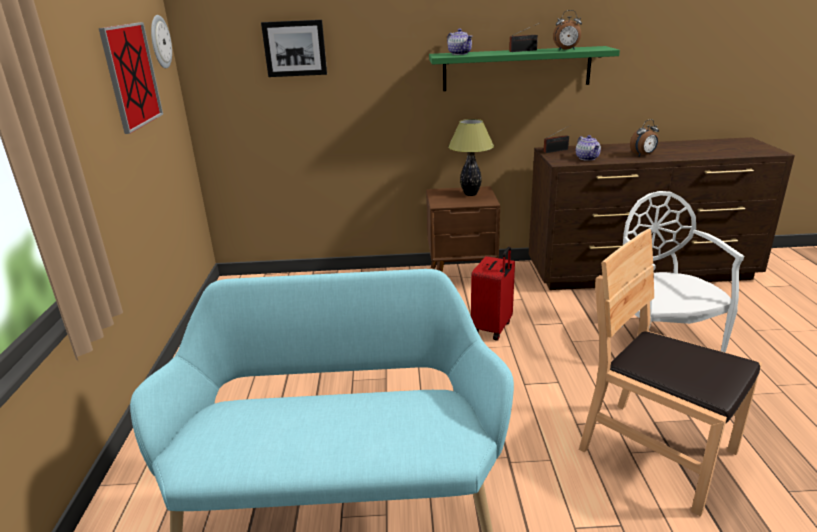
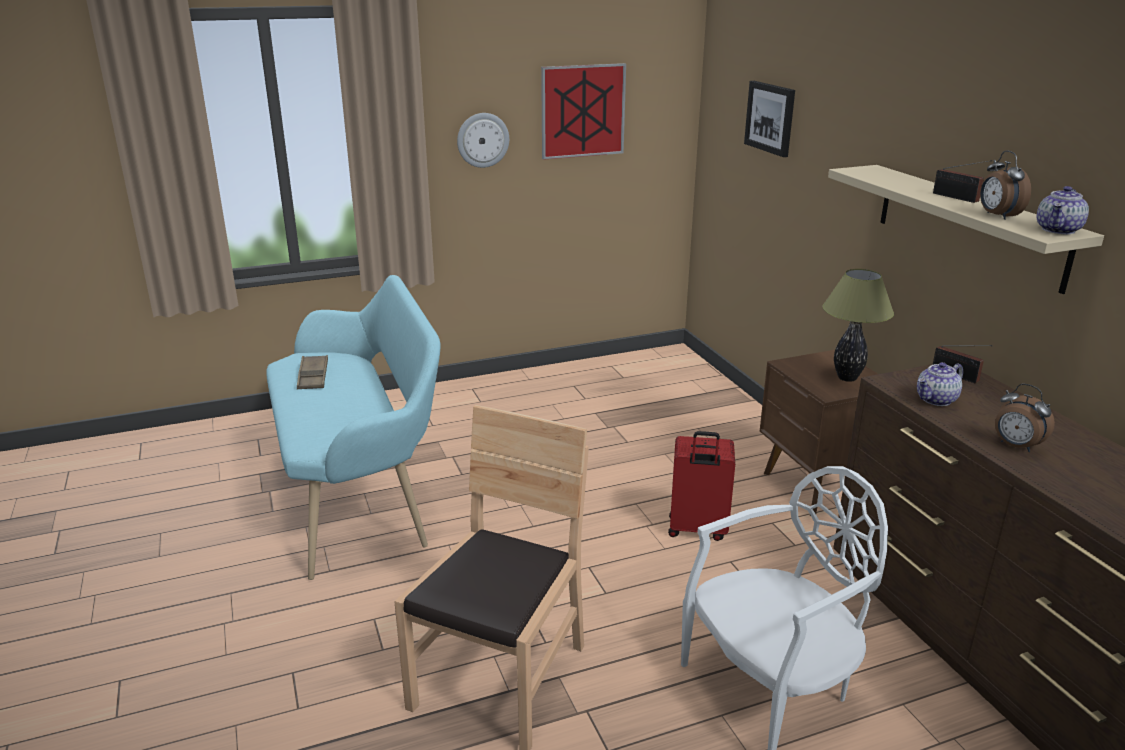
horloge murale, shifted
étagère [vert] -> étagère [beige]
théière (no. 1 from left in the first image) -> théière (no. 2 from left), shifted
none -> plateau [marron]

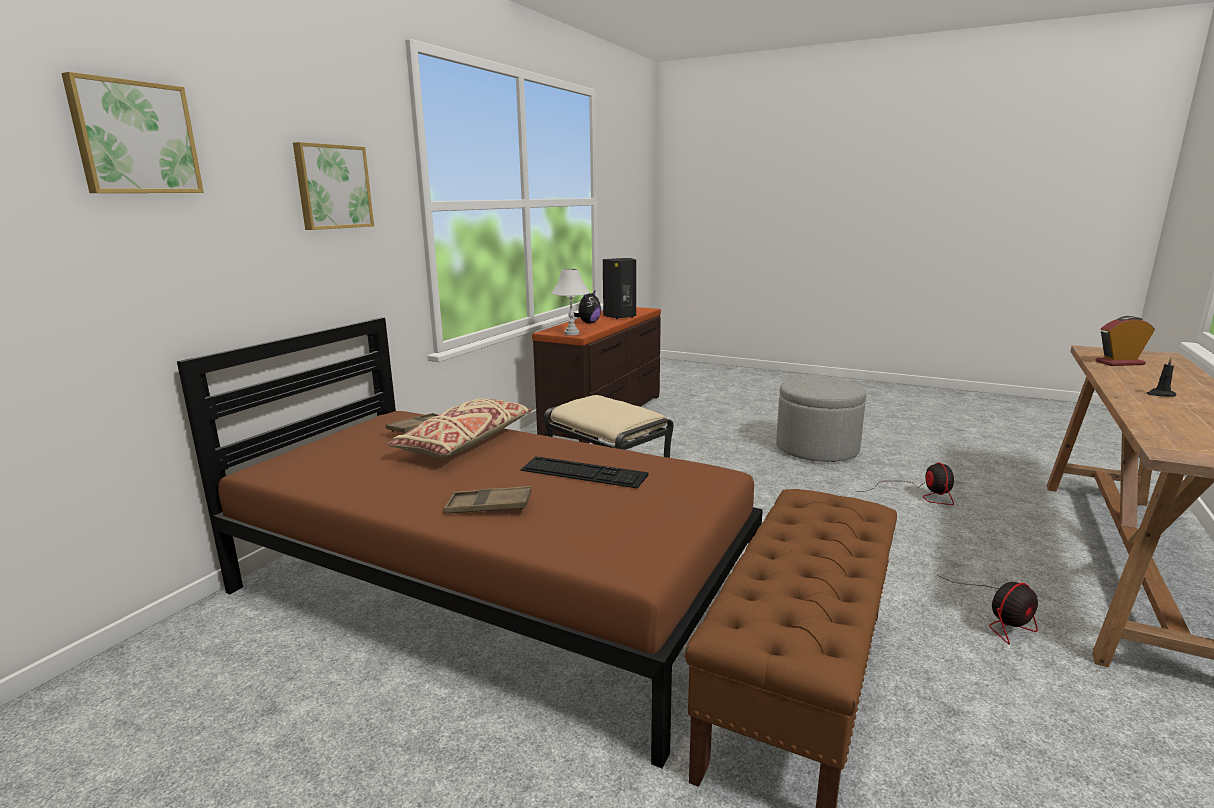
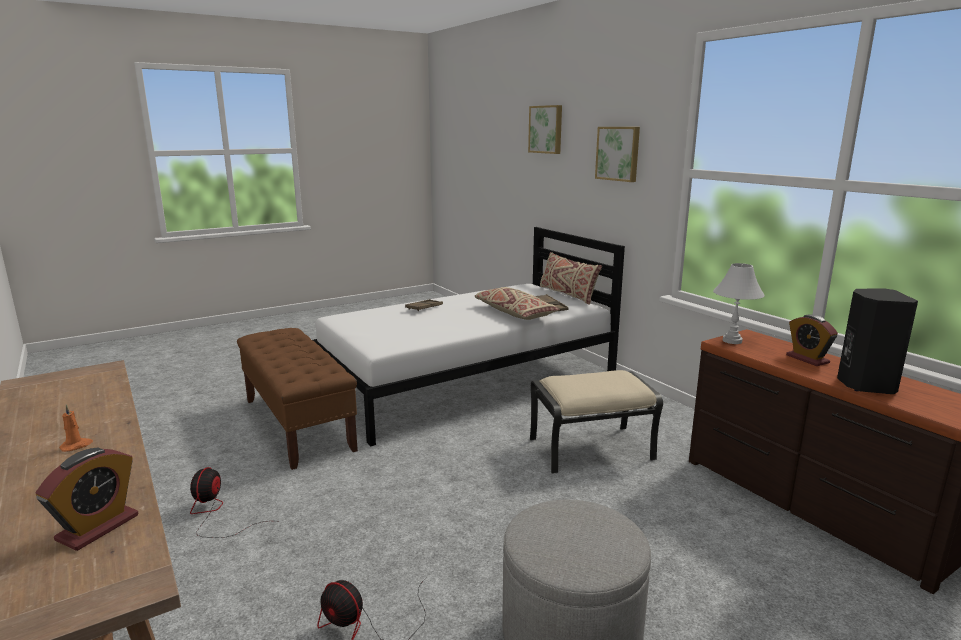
lit [marron] -> lit [blanc]
clavier -> none
peluche -> réveil (no. 2 from left)
bougie [noir] -> bougie [orange]
none -> coussin [beige] (no. 2 from left)

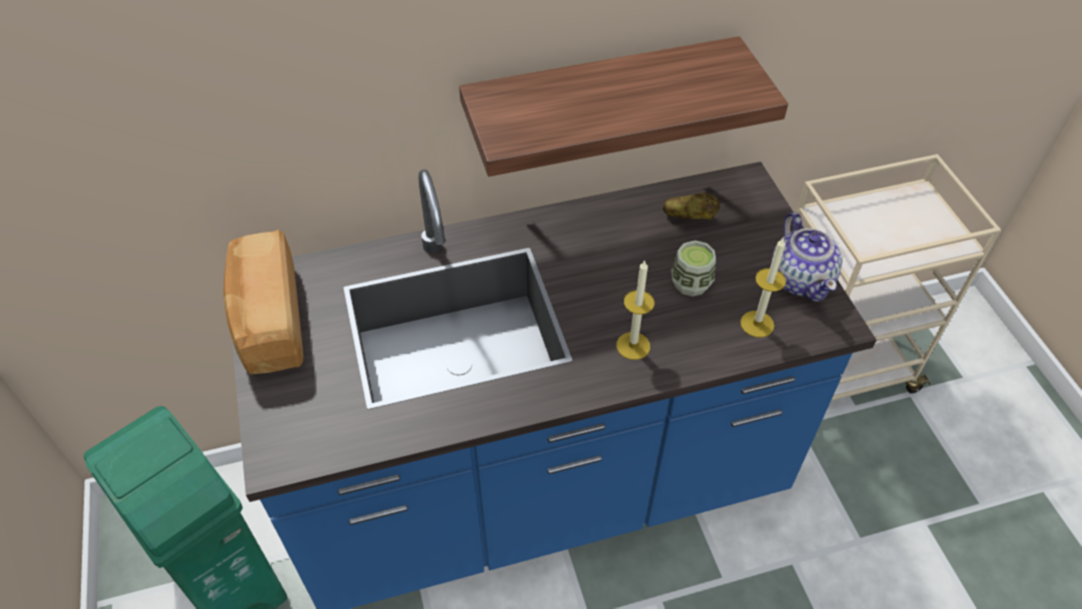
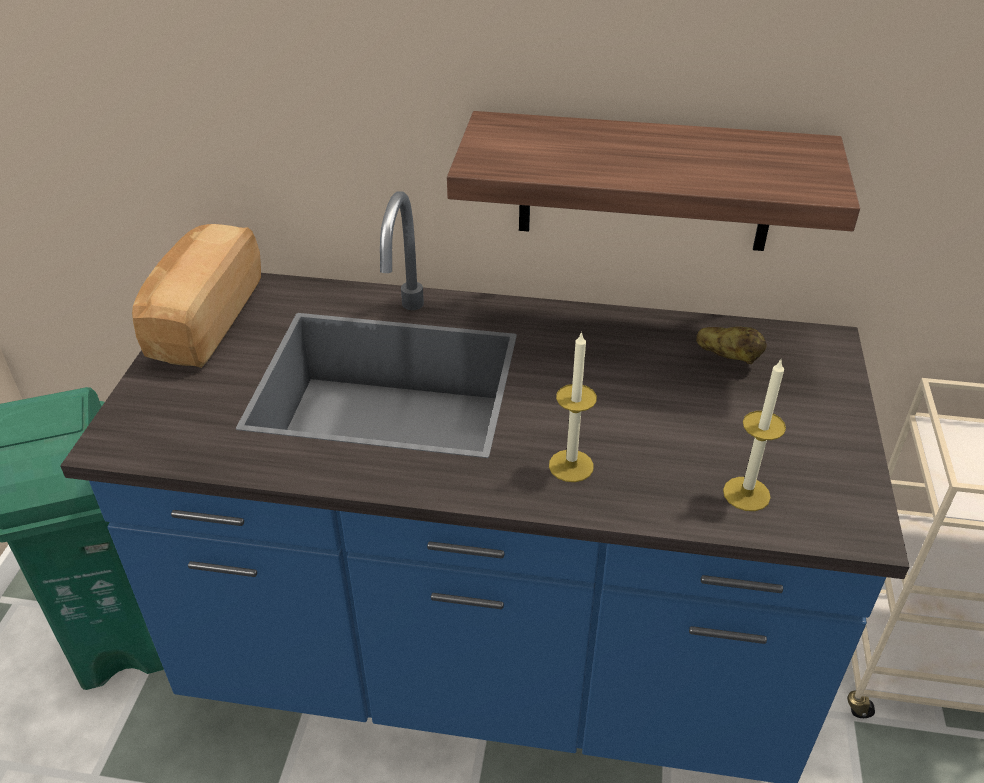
tasse -> none
théière -> none

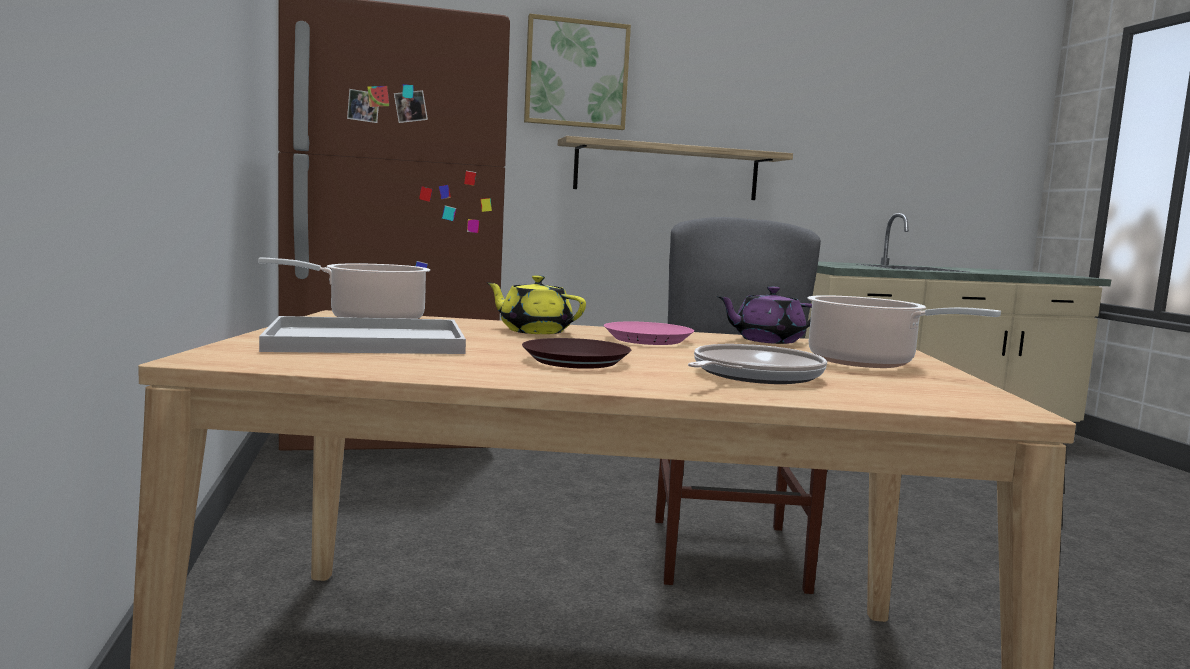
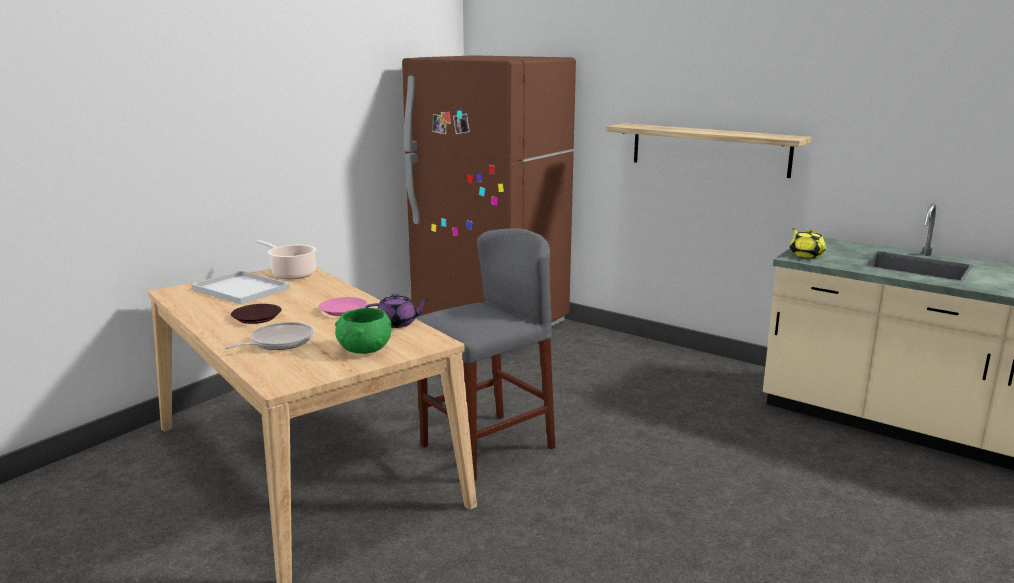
théière [jaune], shifted
tableau -> none
poêle, 45 degrees counterclockwise
théière [violet], 135 degrees clockwise
marmite (no. 2 from left) -> bol [vert]

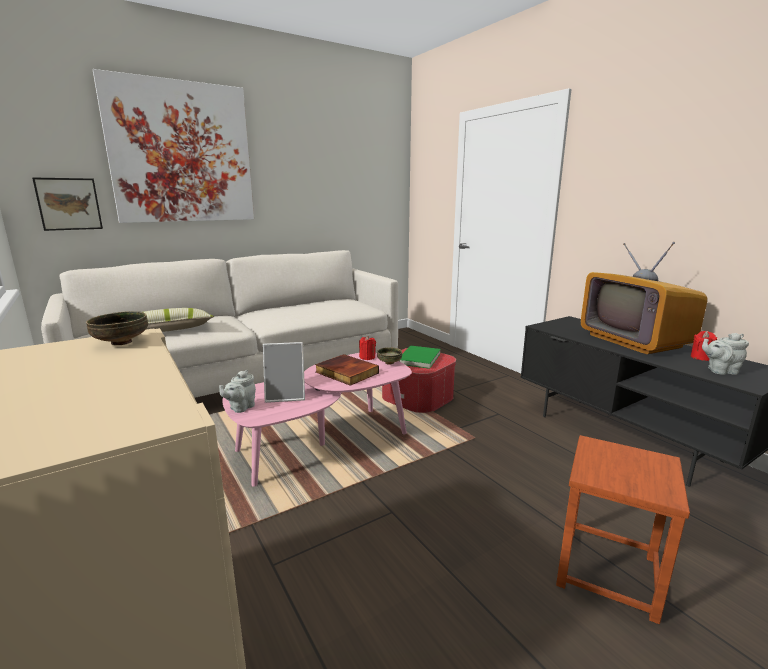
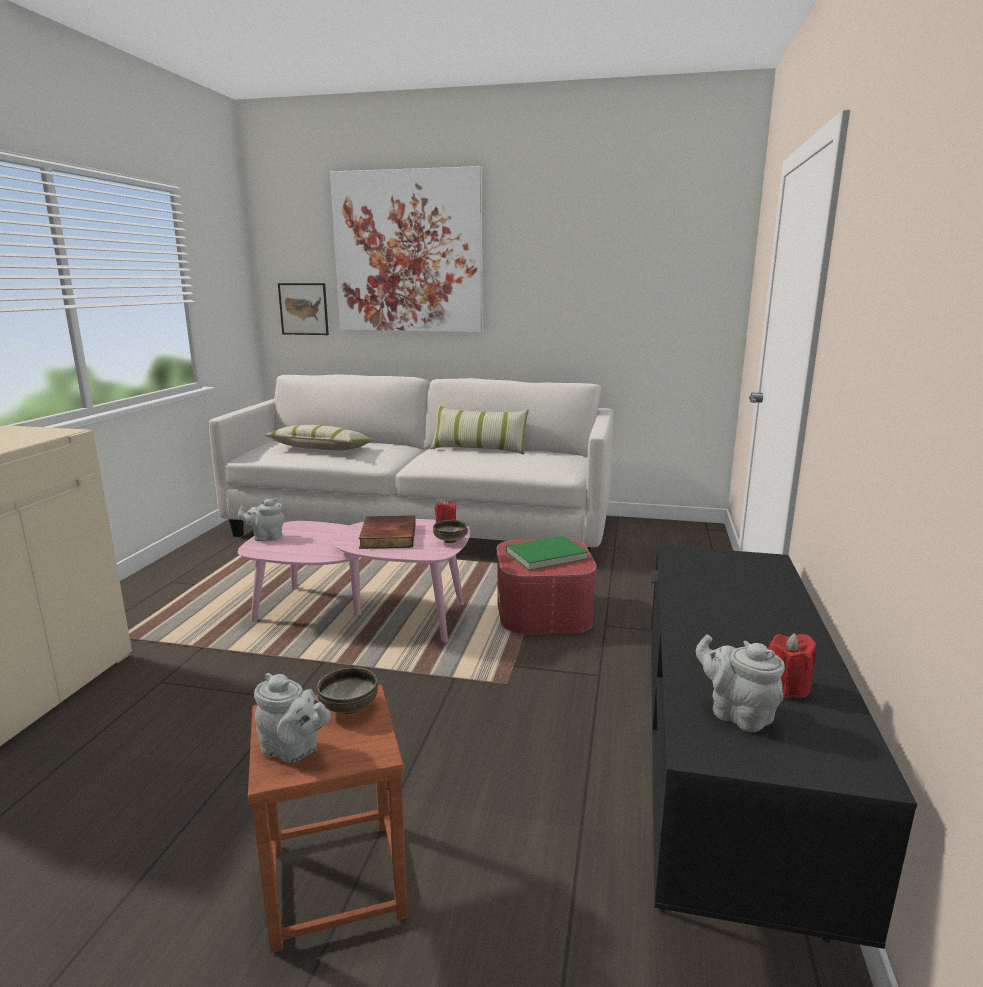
bol (no. 1 from left), shifted
cadre photo -> none
téléviseur -> none
none -> théière [gris] (no. 2 from left)
none -> coussin (no. 2 from left)

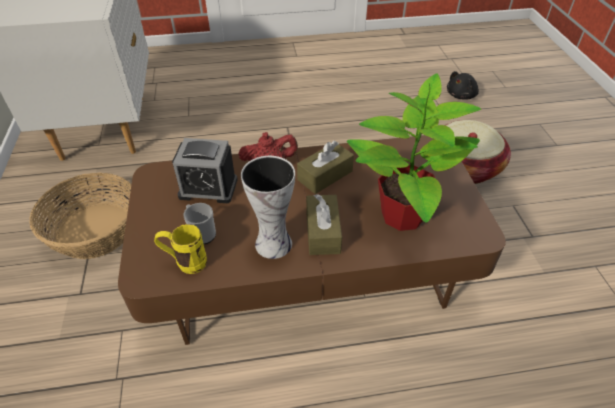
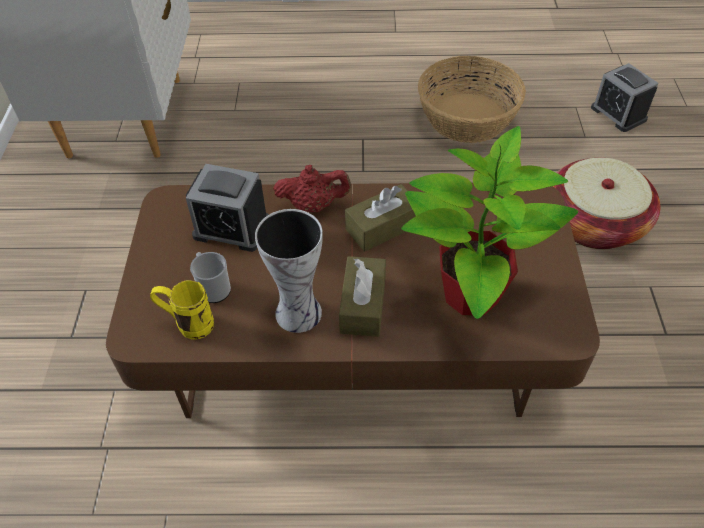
panier (no. 1 from left), shifted
peluche [noir] -> réveil (no. 2 from left)

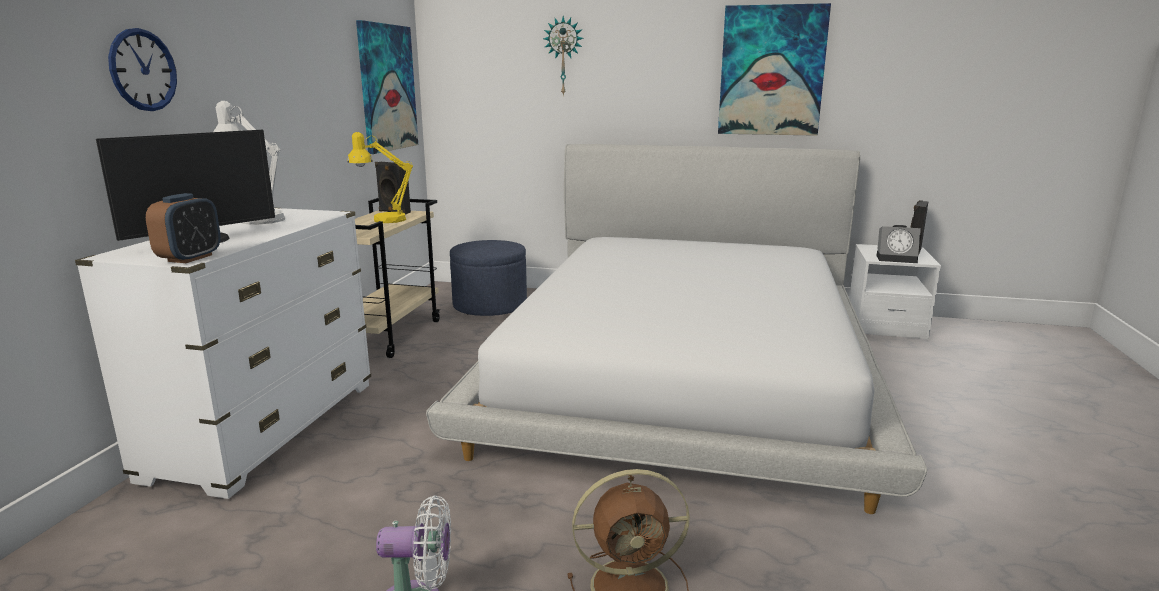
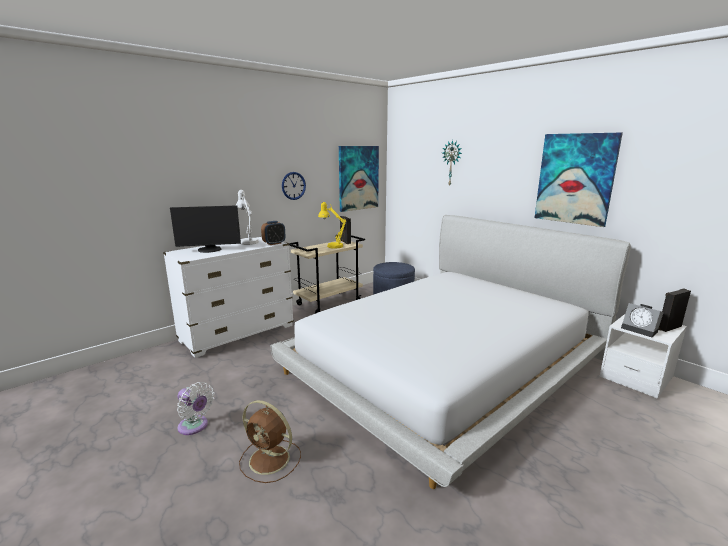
horloge murale (no. 1 from left), shifted
réveil (no. 1 from left), shifted

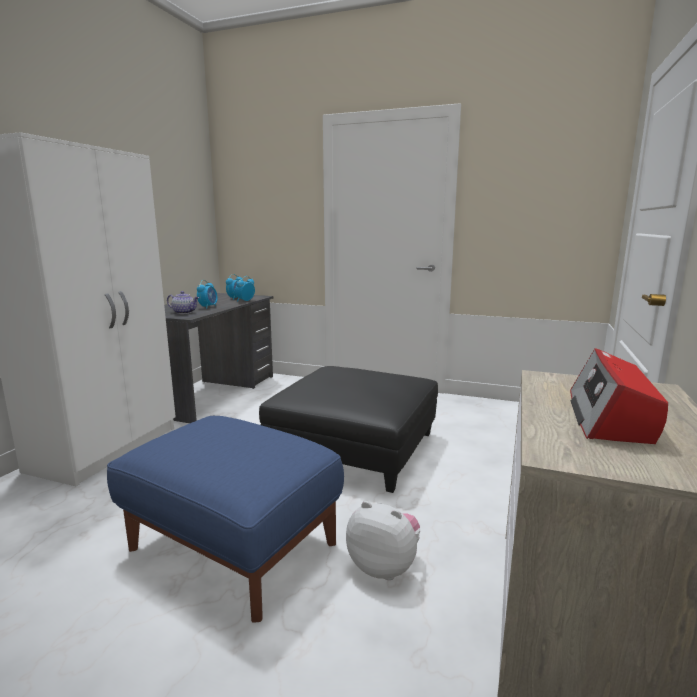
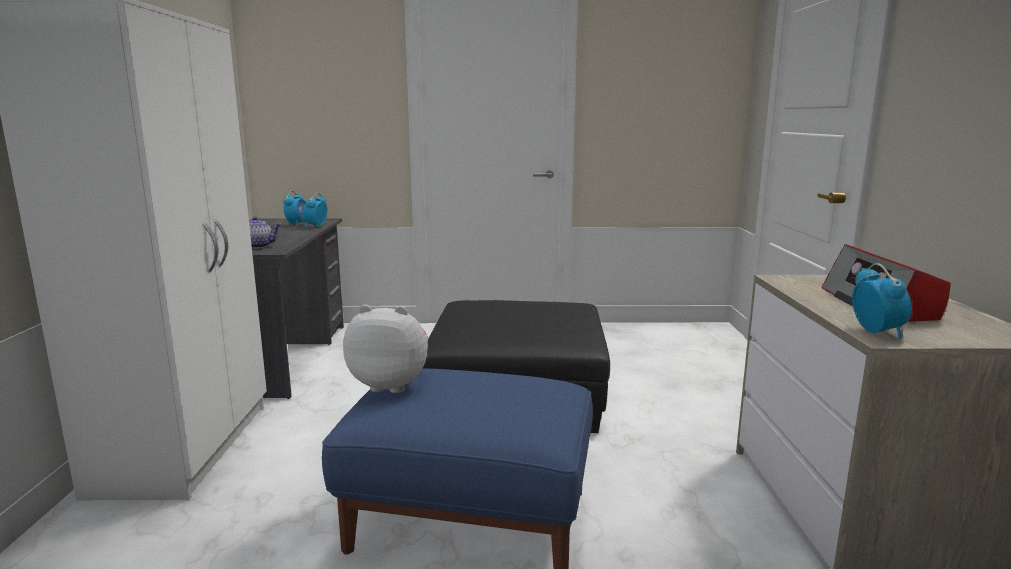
réveil (no. 1 from left in the first image) -> réveil (no. 3 from left), shifted
peluche, shifted

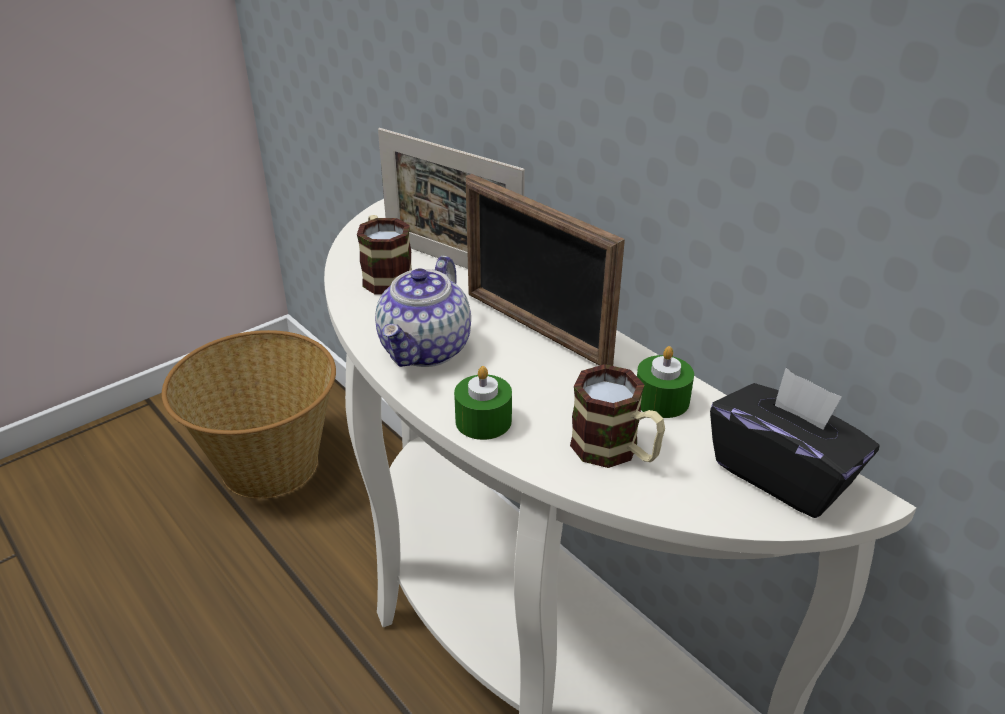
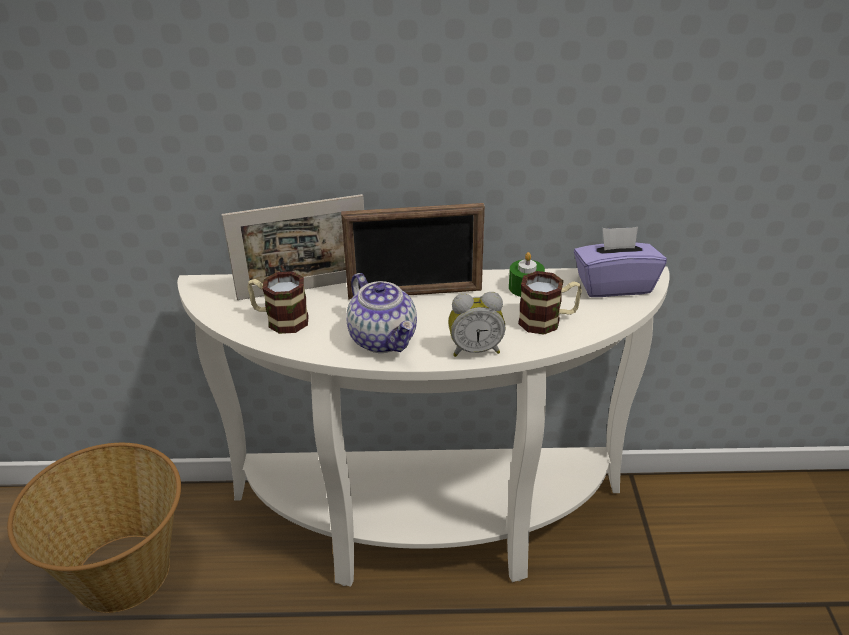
bougie [vert] (no. 1 from left) -> réveil
boîte à mouchoirs [noir] -> boîte à mouchoirs [violet]

